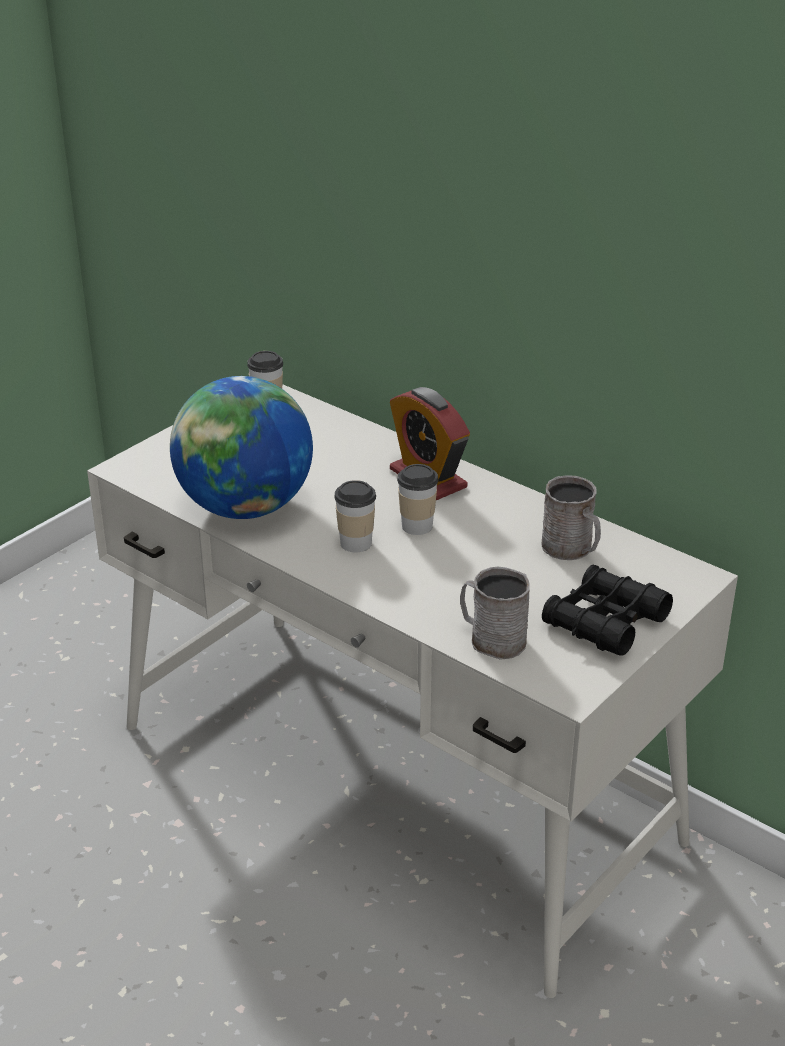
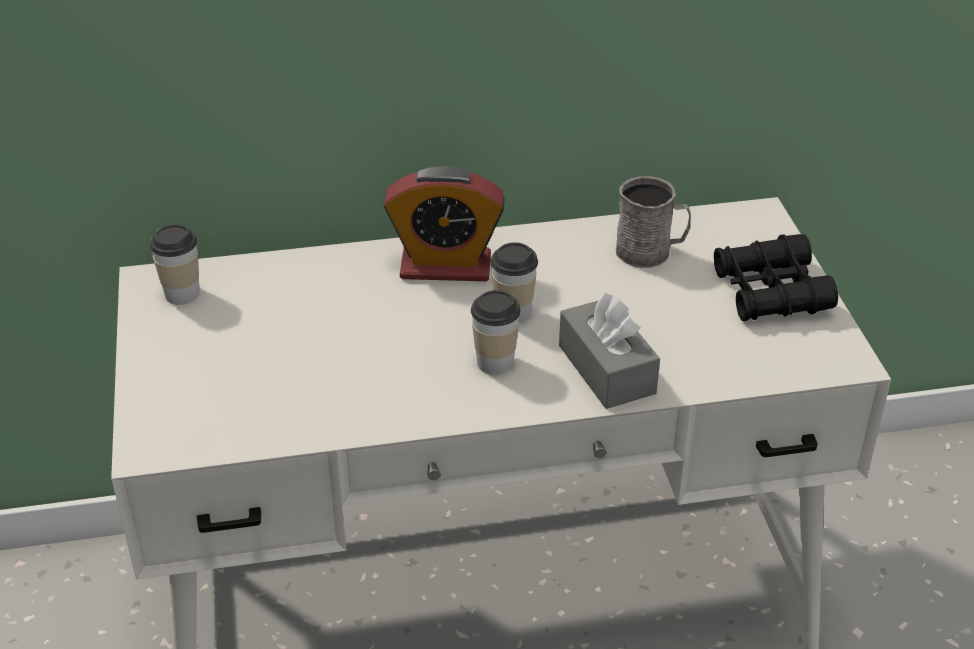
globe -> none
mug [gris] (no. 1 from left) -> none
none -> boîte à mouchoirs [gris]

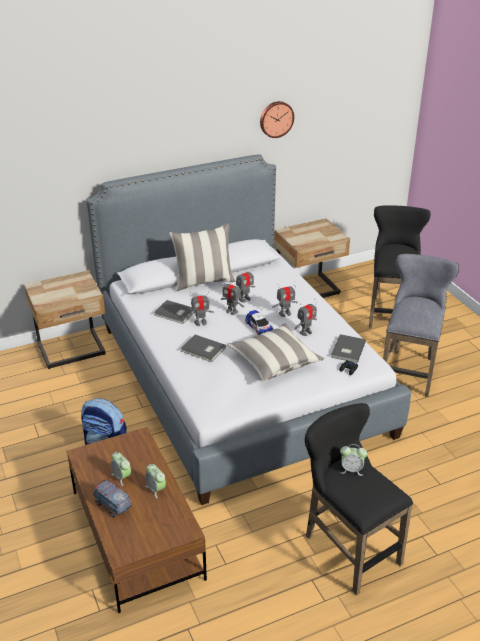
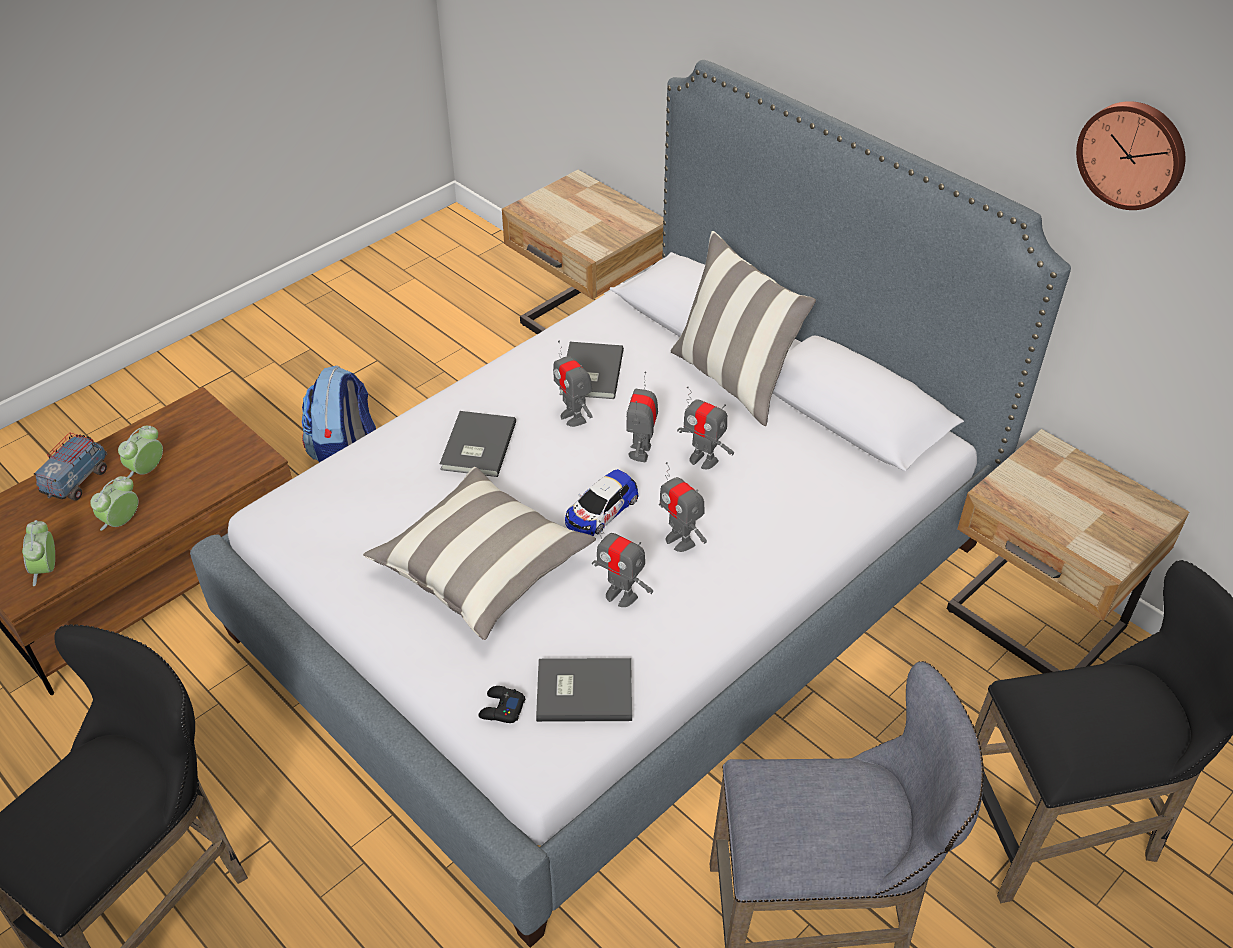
réveil (no. 3 from left in the first image) -> réveil (no. 1 from left), shifted

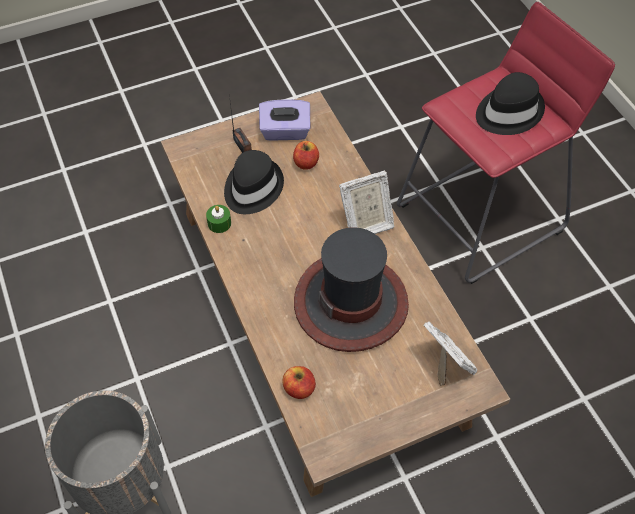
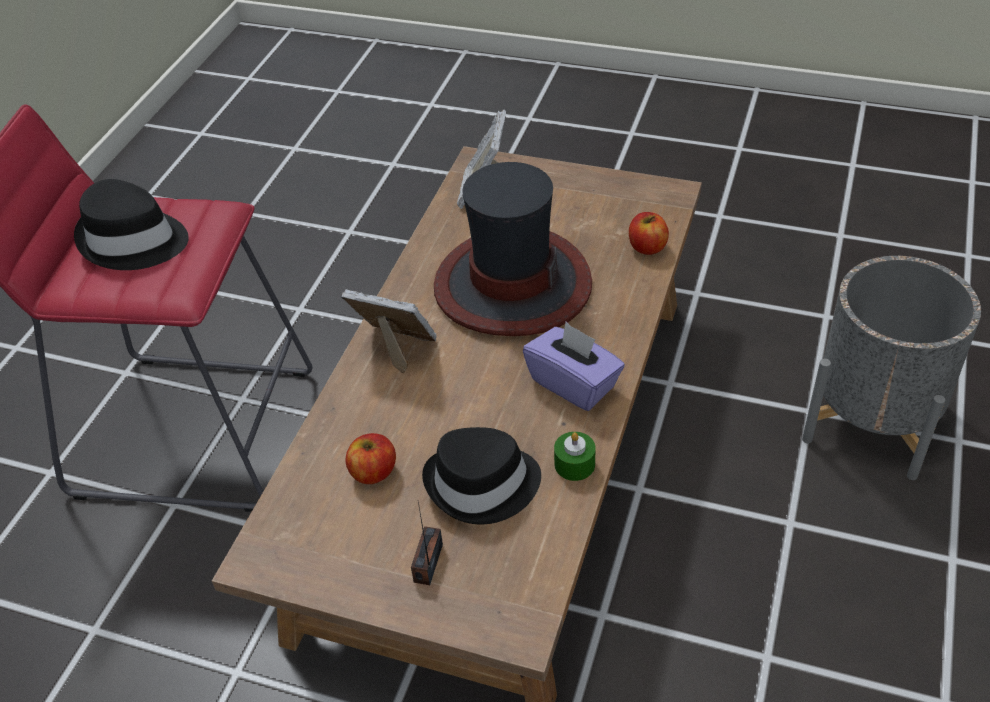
boîte à mouchoirs [violet], shifted

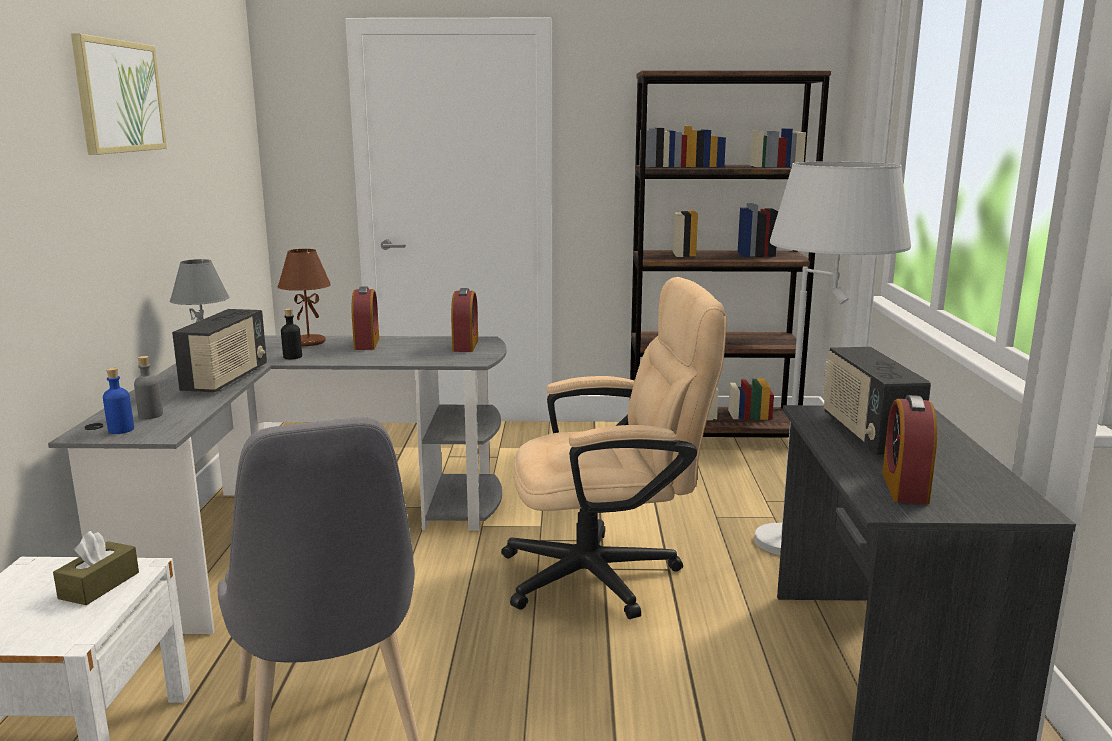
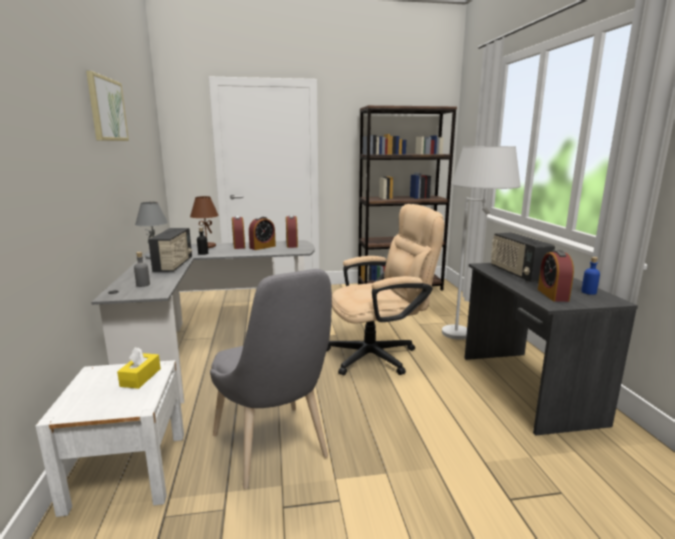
boîte à mouchoirs [marron] -> boîte à mouchoirs [jaune]
bouteille [bleu], shifted
none -> réveil (no. 2 from left)

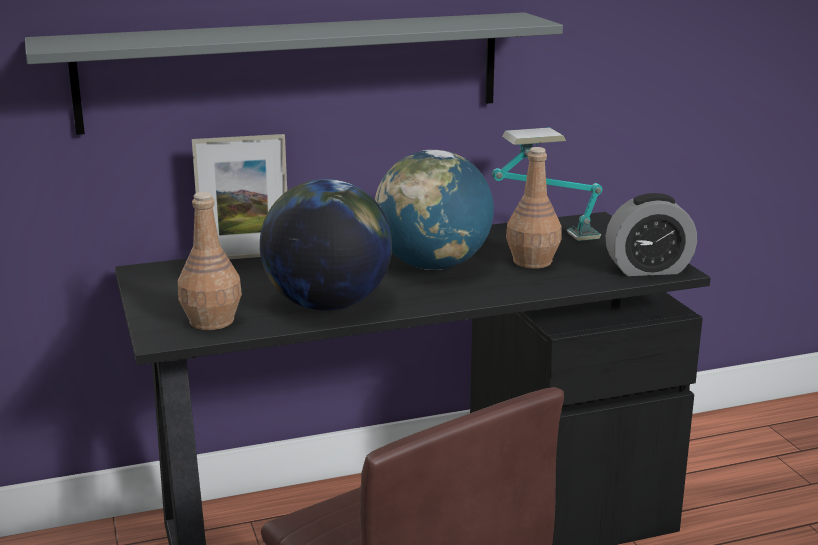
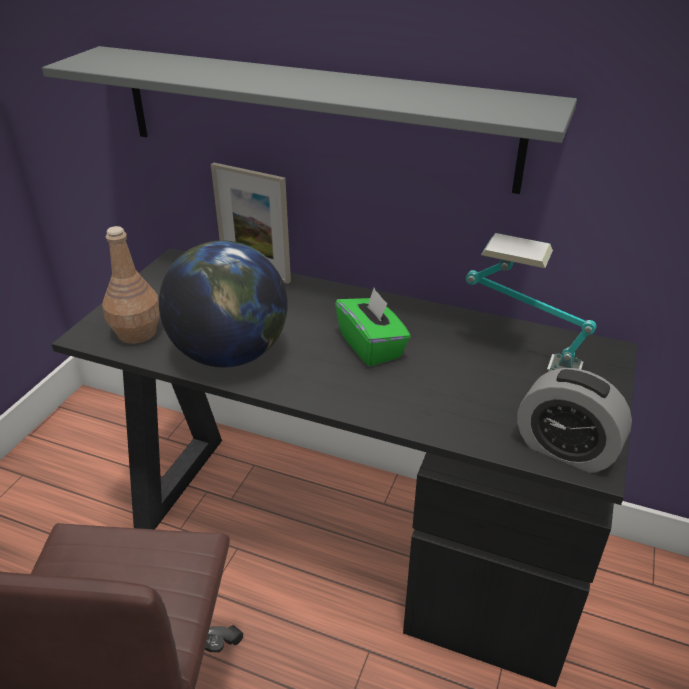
globe (no. 2 from left) -> boîte à mouchoirs [vert]
bouteille [marron] (no. 2 from left) -> none

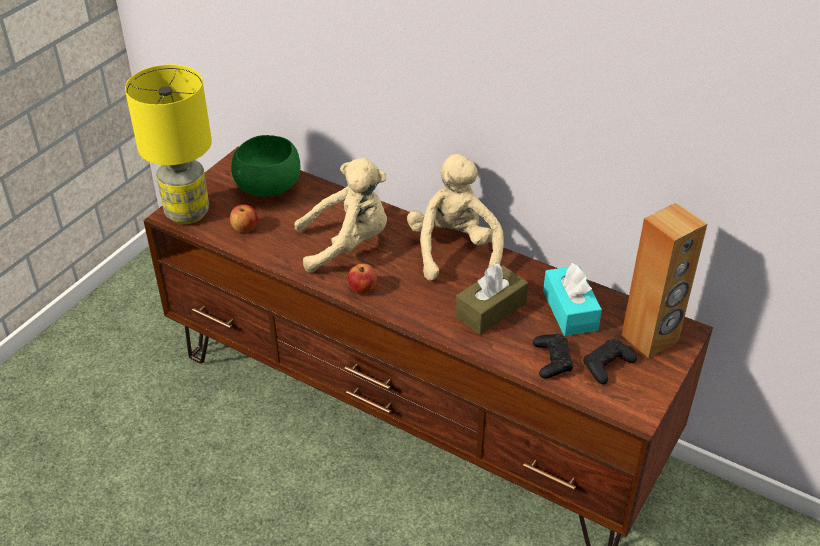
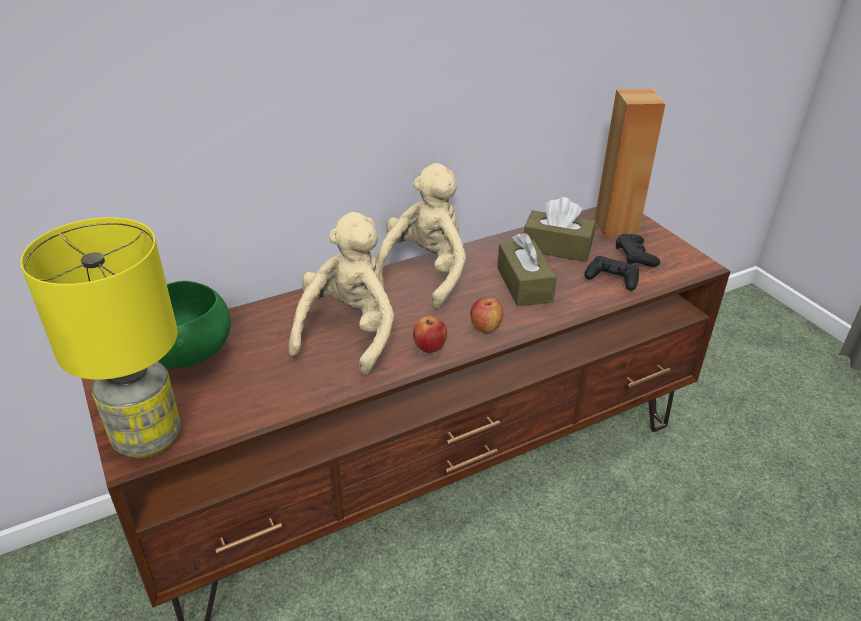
pomme (no. 1 from left in the first image) -> pomme (no. 2 from left), shifted
peluche [beige] (no. 2 from left), 90 degrees clockwise
boîte à mouchoirs [turquoise] -> boîte à mouchoirs [marron] (no. 2 from left)

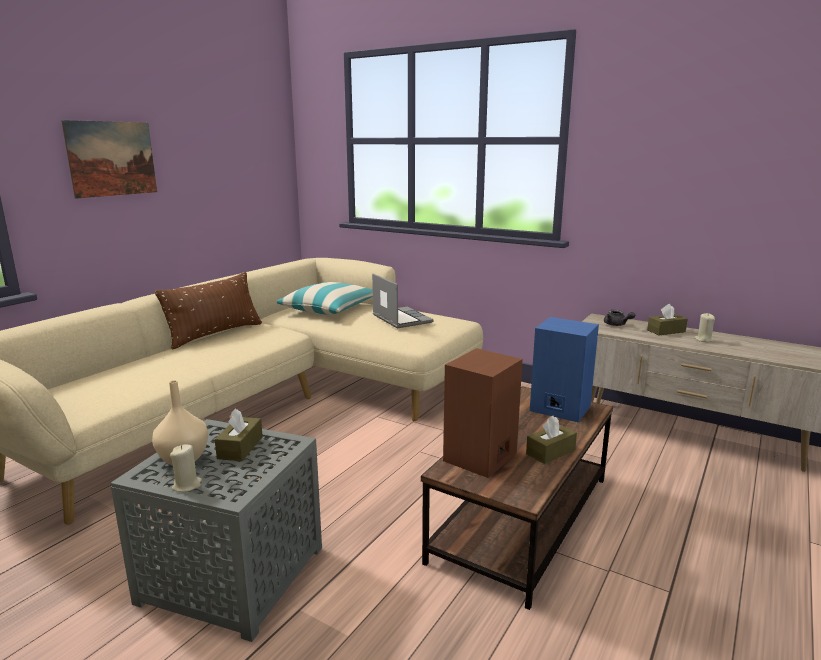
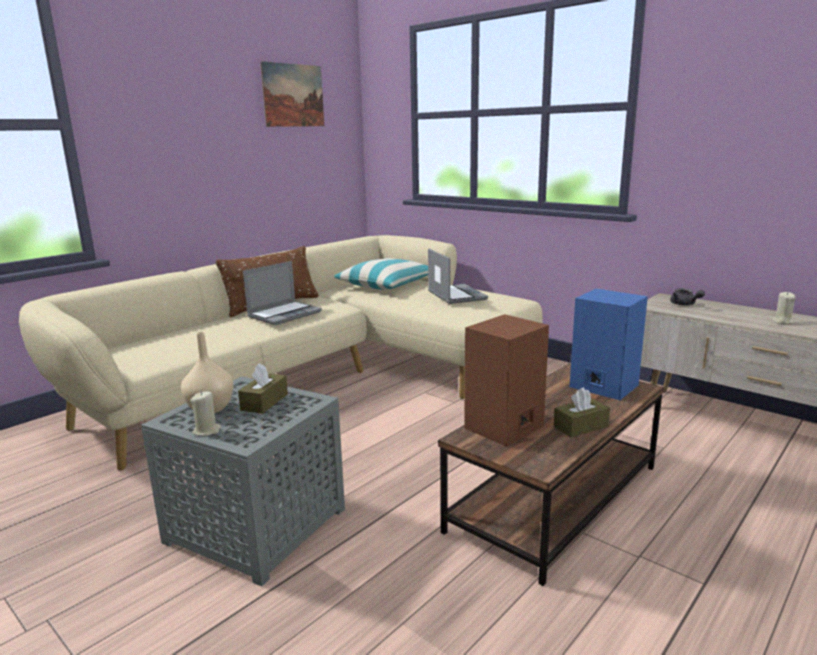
tableau, shifted
boîte à mouchoirs [marron] (no. 3 from left) -> none
none -> ordinateur portable (no. 1 from left)

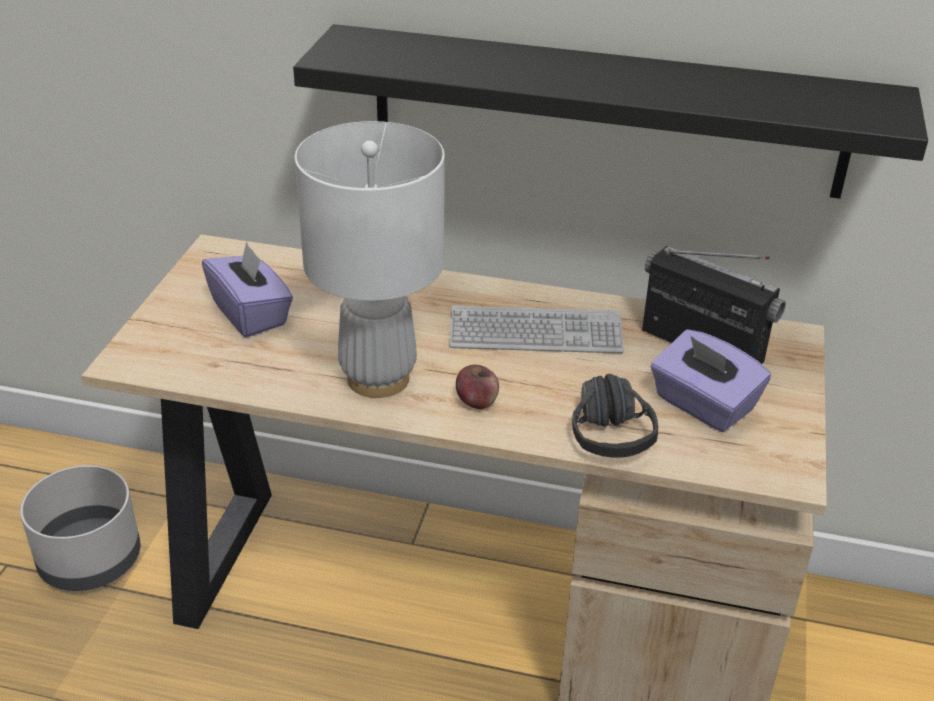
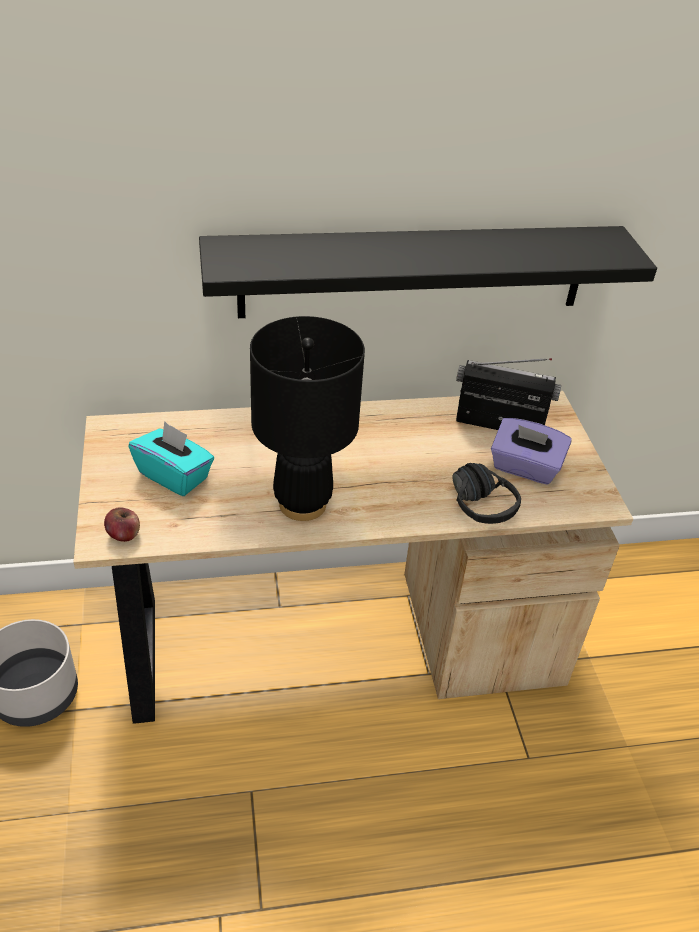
boîte à mouchoirs [violet] (no. 1 from left) -> boîte à mouchoirs [turquoise]
lampe de table [blanc] -> lampe de table [noir]
clavier -> none
pomme, shifted

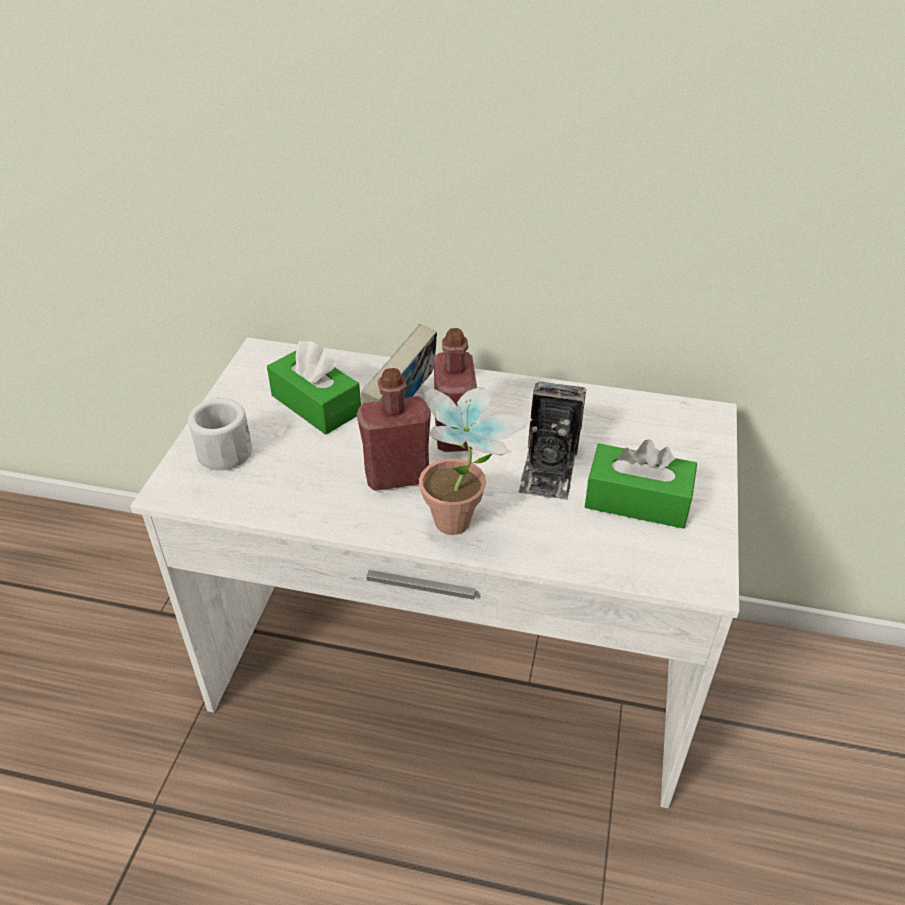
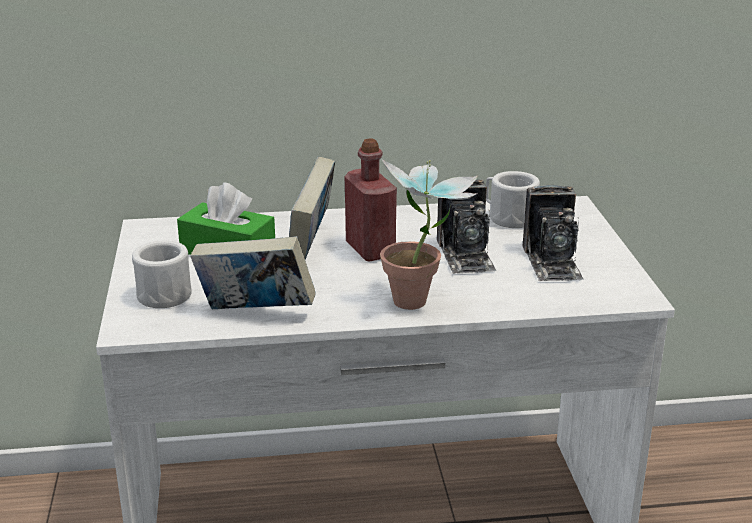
bouteille [rouge] (no. 1 from left) -> none
boîte à mouchoirs [vert] (no. 2 from left) -> appareil photo (no. 2 from left)
none -> livre (no. 1 from left)
none -> mug [blanc] (no. 2 from left)

